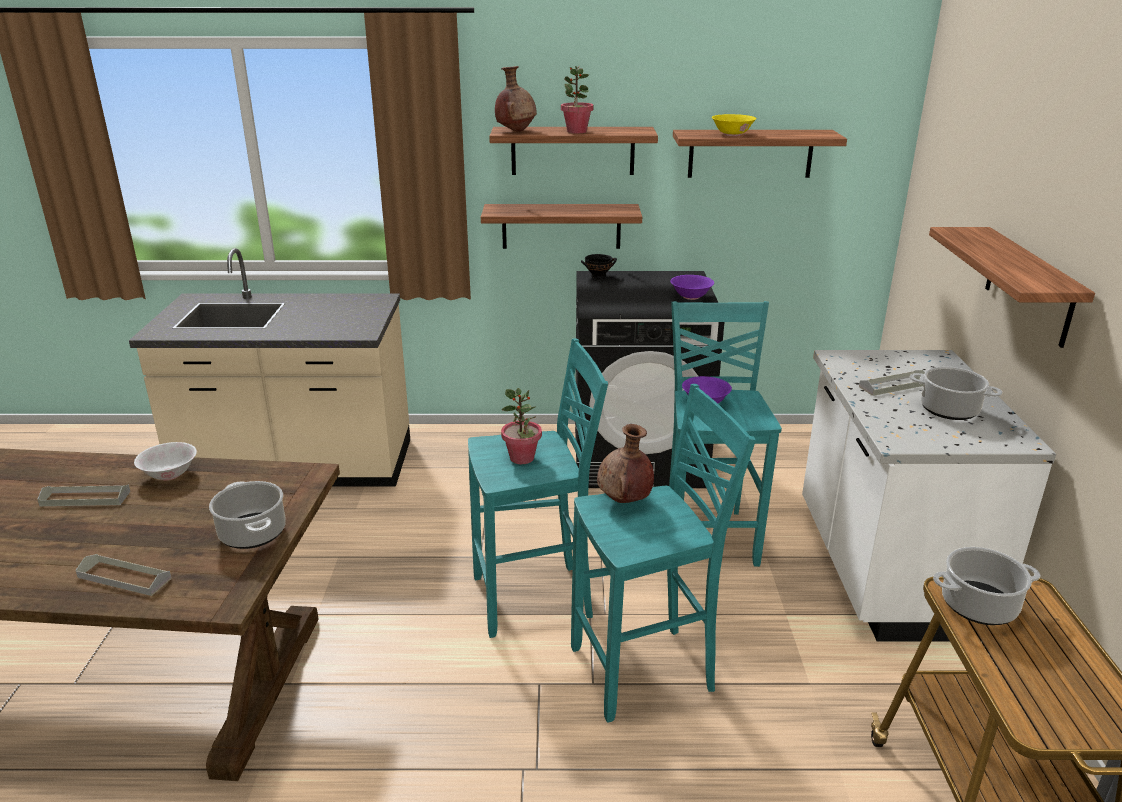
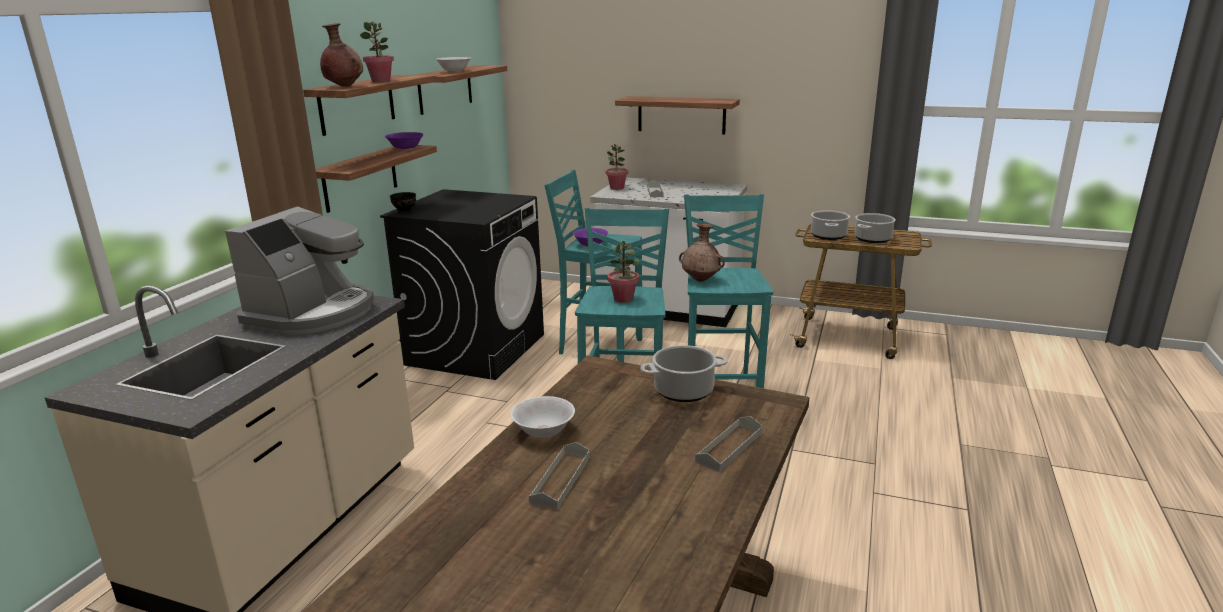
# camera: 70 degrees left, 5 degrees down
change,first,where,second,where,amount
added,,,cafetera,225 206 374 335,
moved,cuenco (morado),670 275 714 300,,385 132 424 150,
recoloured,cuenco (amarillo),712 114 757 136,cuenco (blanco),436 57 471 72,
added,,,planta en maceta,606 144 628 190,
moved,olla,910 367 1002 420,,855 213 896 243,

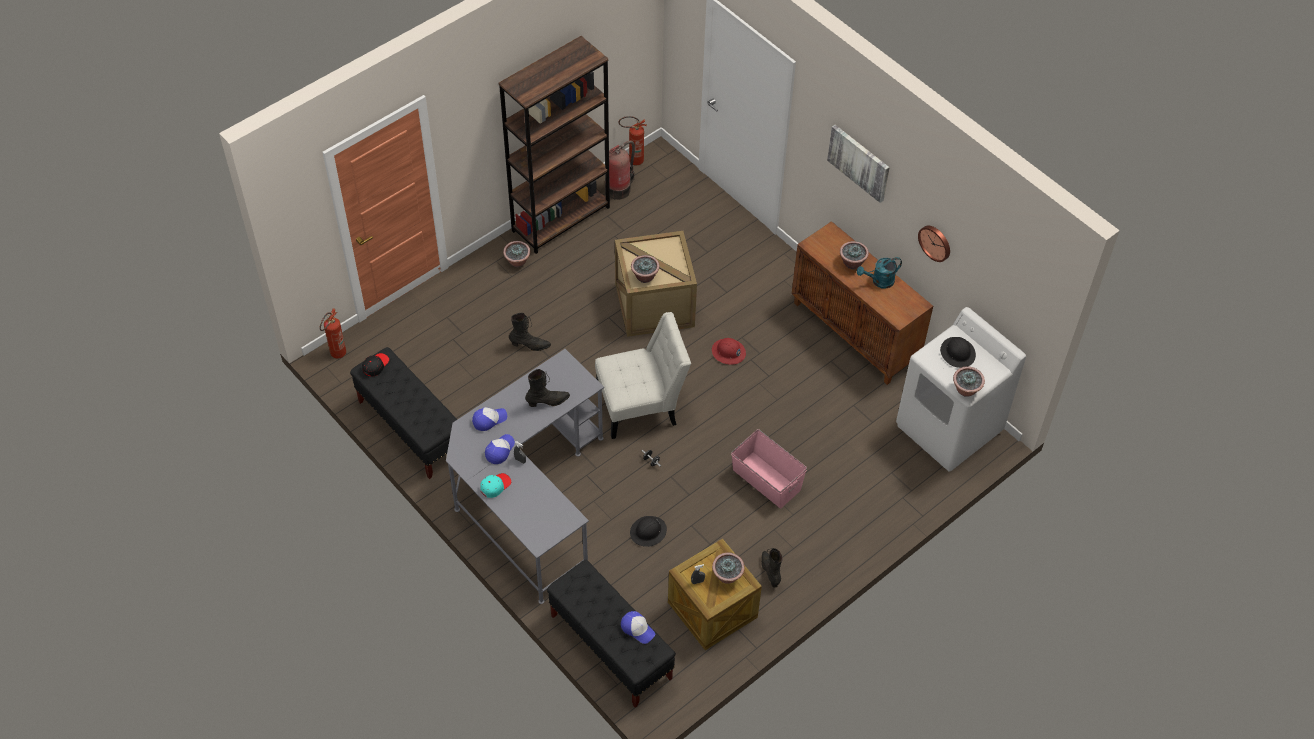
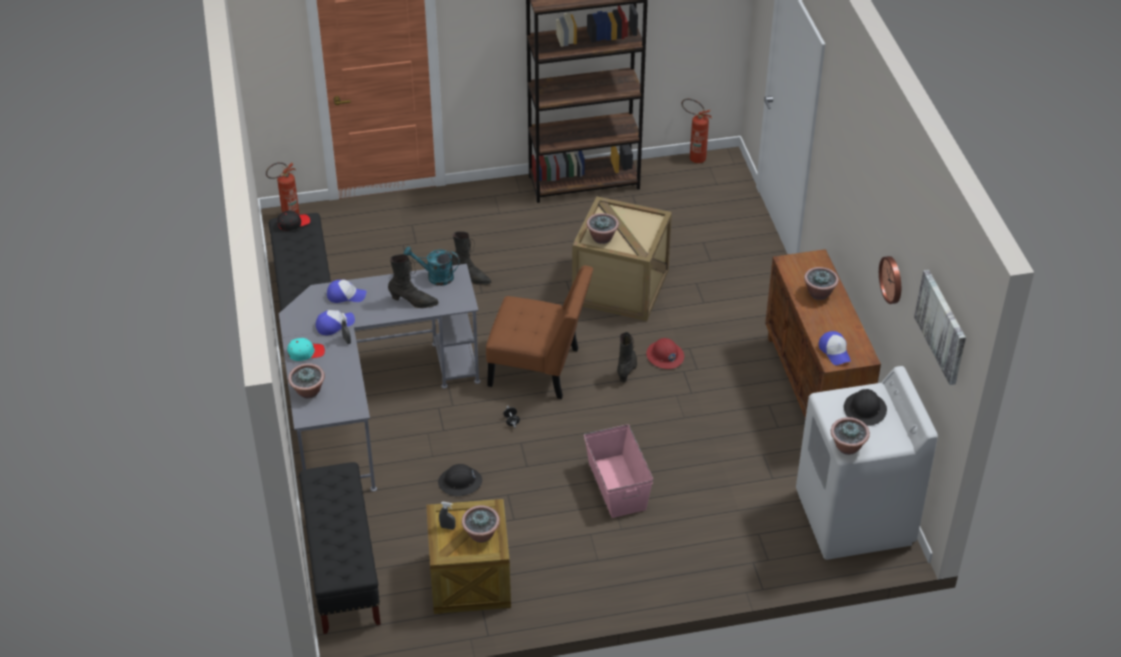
# camera: 30 degrees right, 10 degrees down
change,first,where,second,where,amount
moved,planta en maceta,503 241 530 267,,288 363 325 399,
moved,regadera (turquesa),857 257 902 289,,404 246 460 286,
recoloured,silla (blanco),595 312 691 439,silla (marrón),486 265 593 399,
moved,bota (negro),761 548 783 587,,617 332 637 382,
moved,gorra,621 611 655 644,,819 331 851 365,
moved,cuadro,827 125 890 203,,914 270 966 385,
removed,extintor,605 141 635 200,,,

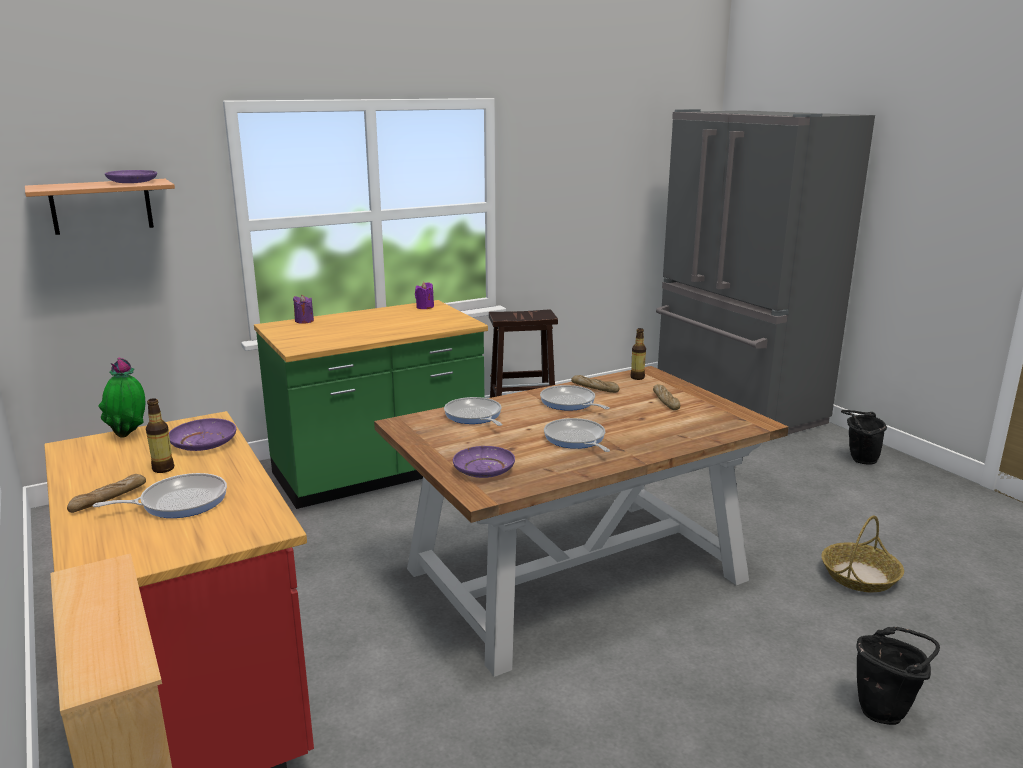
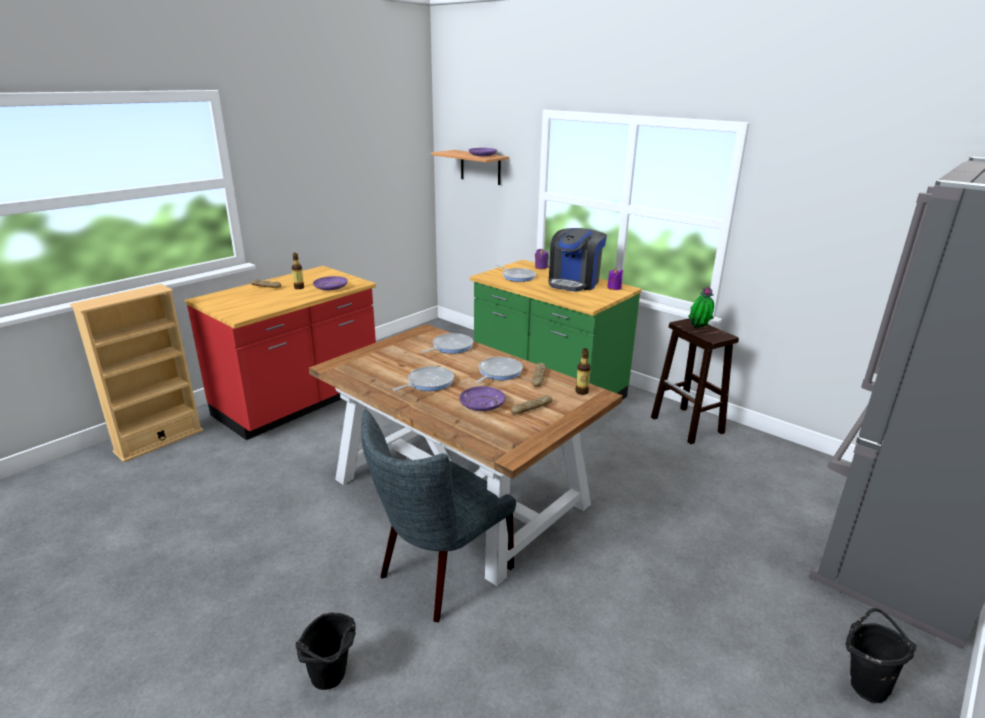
# camera: 70 degrees right, 5 degrees up
change,first,where,second,where,amount
added,,,silla (gris),361 410 516 622,
moved,plato (morado),453 446 515 478,,459 386 505 411,
moved,sartén,93 473 227 518,,495 264 536 282,
added,,,cafetera,549 228 607 292,
moved,planta en maceta,98 358 145 437,,688 286 714 329,
removed,cesta,822 515 904 592,,,

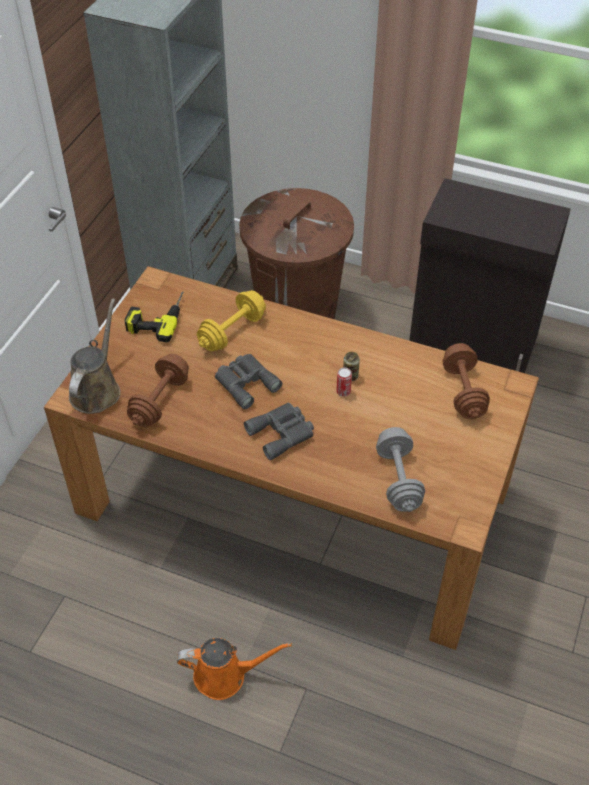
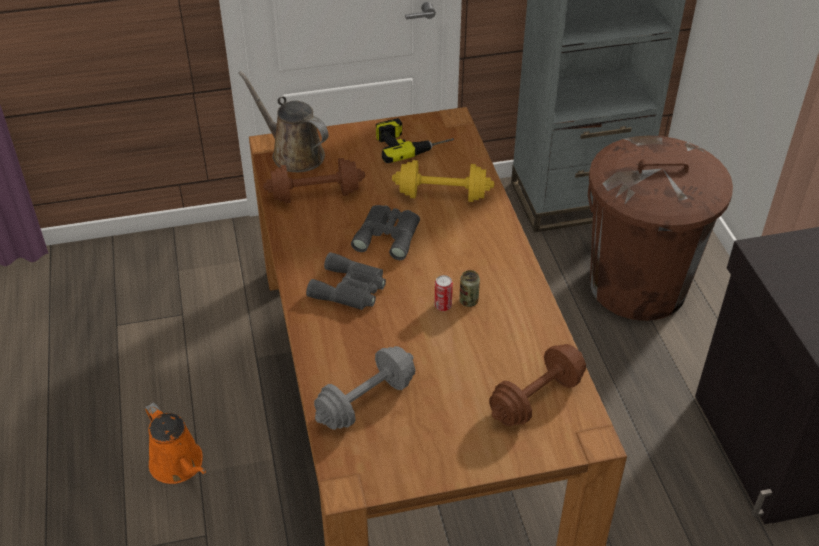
# camera: 55 degrees right, 5 degrees down
change,first,where,second,where,amount
turned,regadera (marrón),69 299 121 414,,238 71 329 172,120 degrees counterclockwise

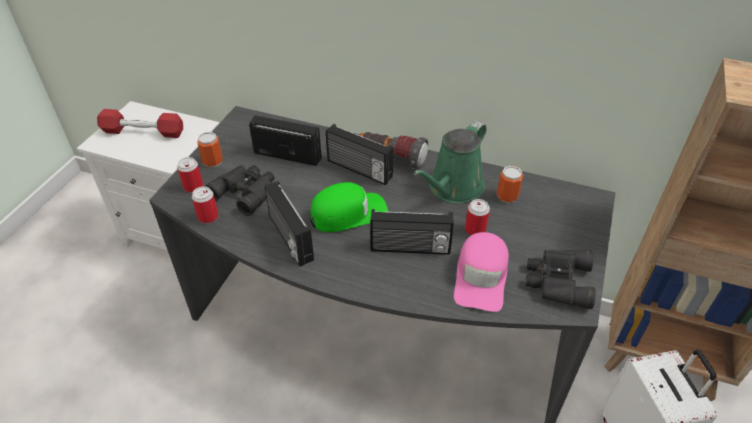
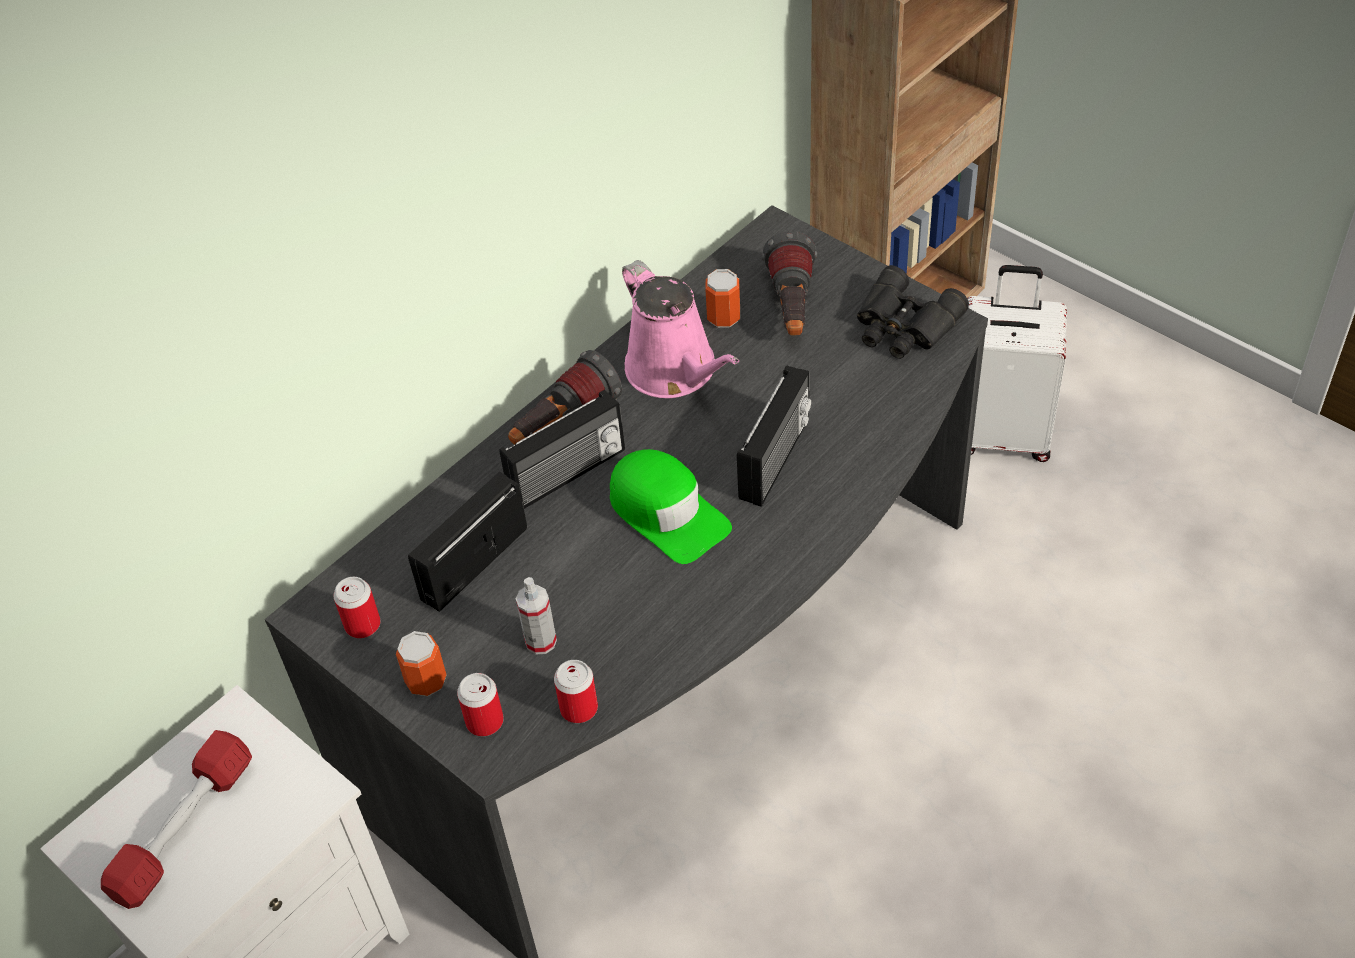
# camera: 65 degrees left, 5 degrees up
change,first,where,second,where,amount
moved,lata,465 199 490 235,,334 577 380 638,
replaced,prismáticos (negro),205 165 275 216,pulverizador,516 577 557 655,
turned,gorra (verde),310 182 388 232,,610 449 732 564,135 degrees clockwise
recoloured,regadera (verde),413 121 487 204,regadera (rosa),622 260 739 398,
added,,,linterna,762 231 817 336,
removed,radio,264 181 314 266,,,
removed,gorra (rosa),454 232 509 312,,,

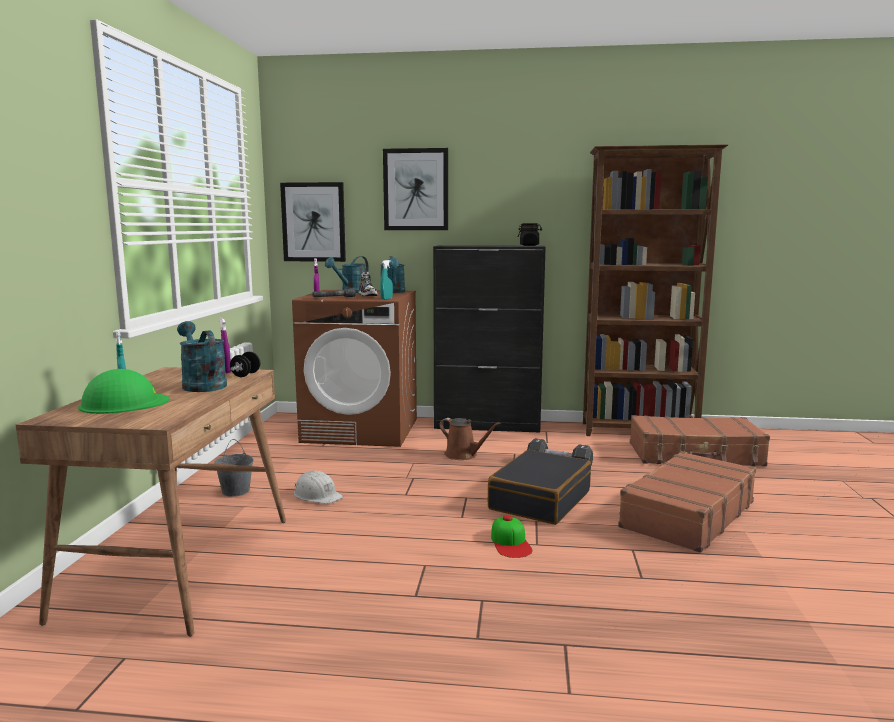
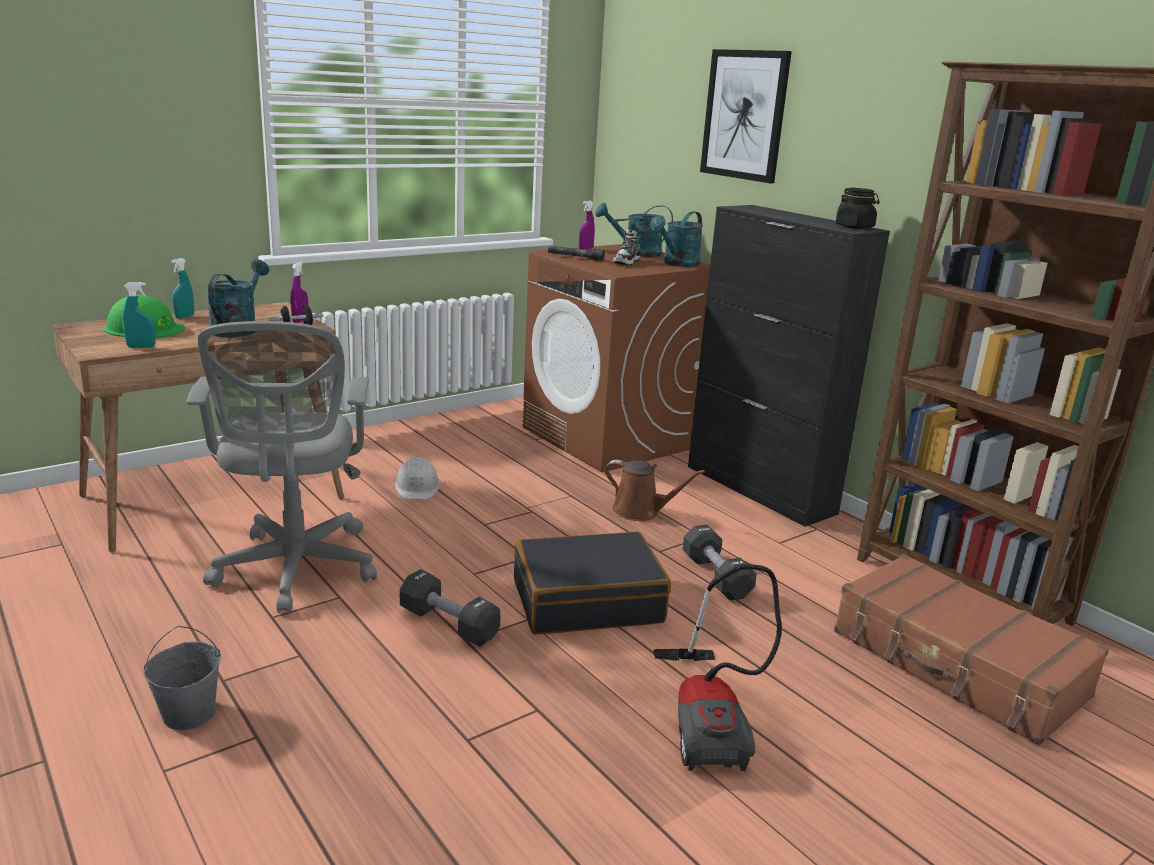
# camera: 45 degrees right, 10 degrees up
change,first,where,second,where,amount
moved,pulverizador (turquesa),380 260 393 300,,122 282 156 348,
moved,cubo (gris),214 439 254 497,,143 626 221 730,
added,,,silla de oficina (gris),187 321 377 613,
replaced,gorra,491 515 533 558,mancuerna (negro),400 569 500 647,
turned,regadera (marrón),439 418 500 460,,604 460 705 521,60 degrees counterclockwise
replaced,maleta (marrón),618 451 756 553,aspiradora,653 564 782 771,
removed,cuadro,280 182 346 262,,,

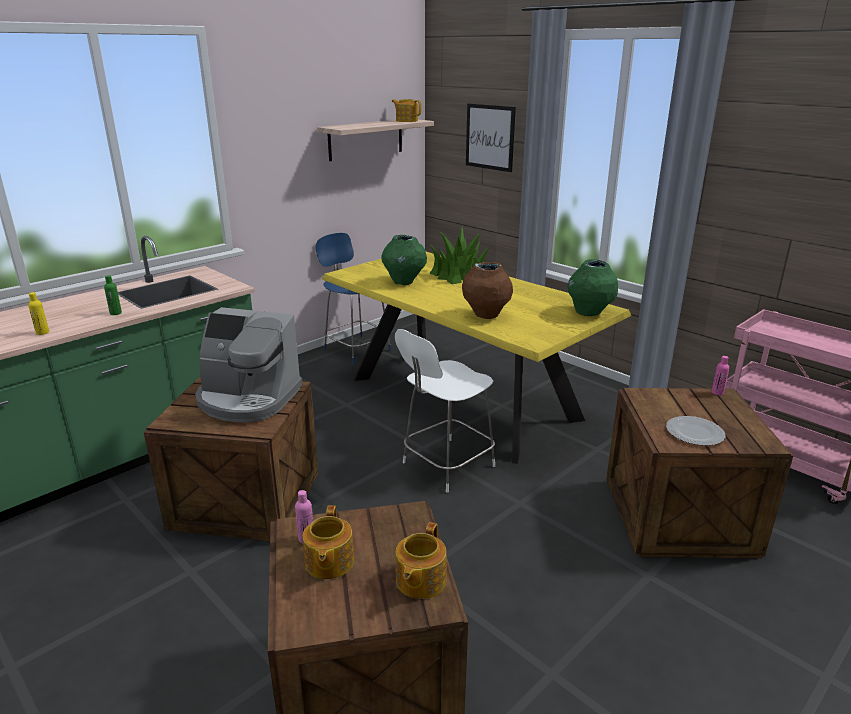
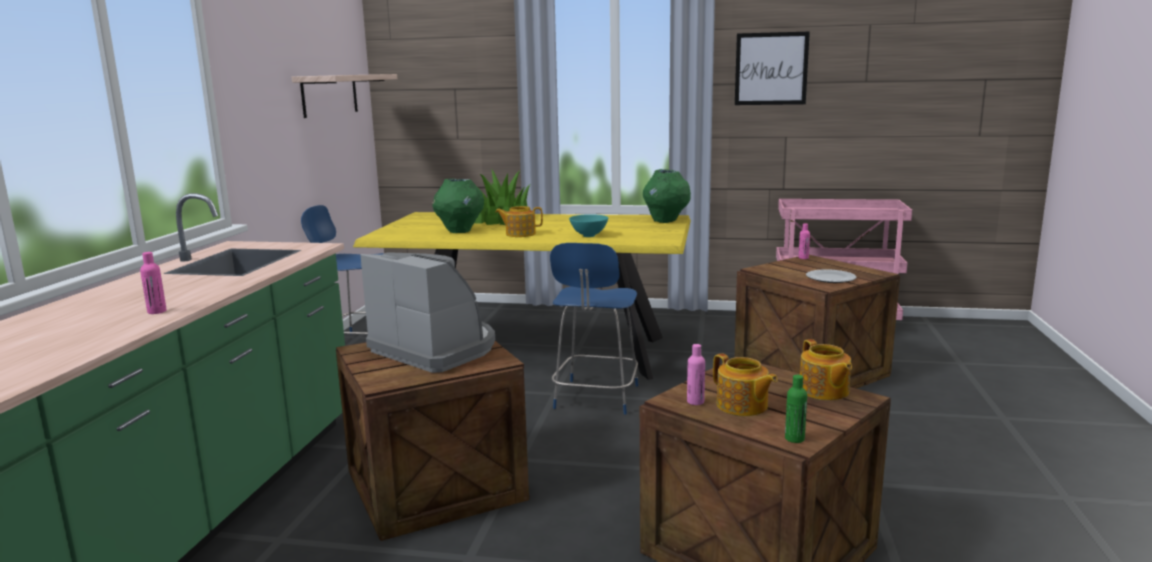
# camera: 35 degrees left, 10 degrees down
change,first,where,second,where,amount
recoloured,botella (amarillo),28 292 49 335,botella (rosa),140 252 167 314,
turned,cafetera,195 307 303 422,,361 252 495 373,120 degrees counterclockwise
moved,tetera,392 99 421 122,,496 206 543 237,
recoloured,silla (blanco),395 329 495 493,silla (azul),550 243 638 415,
replaced,florero (marrón),462 262 513 319,cuenco (turquesa),569 214 608 237,
moved,cuadro,466 103 516 172,,735 31 810 105,
moved,botella (verde),104 275 122 315,,785 375 807 443,

